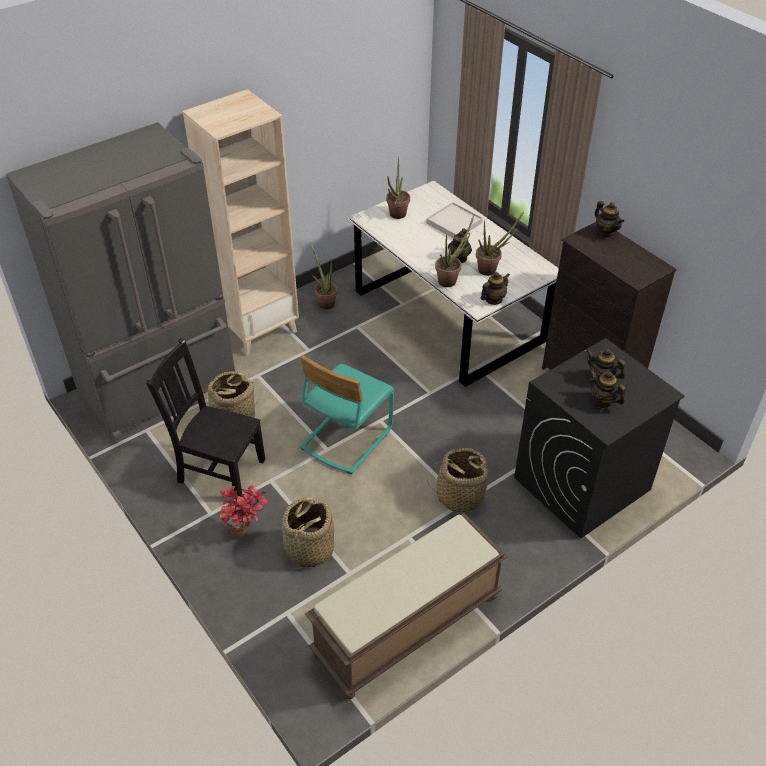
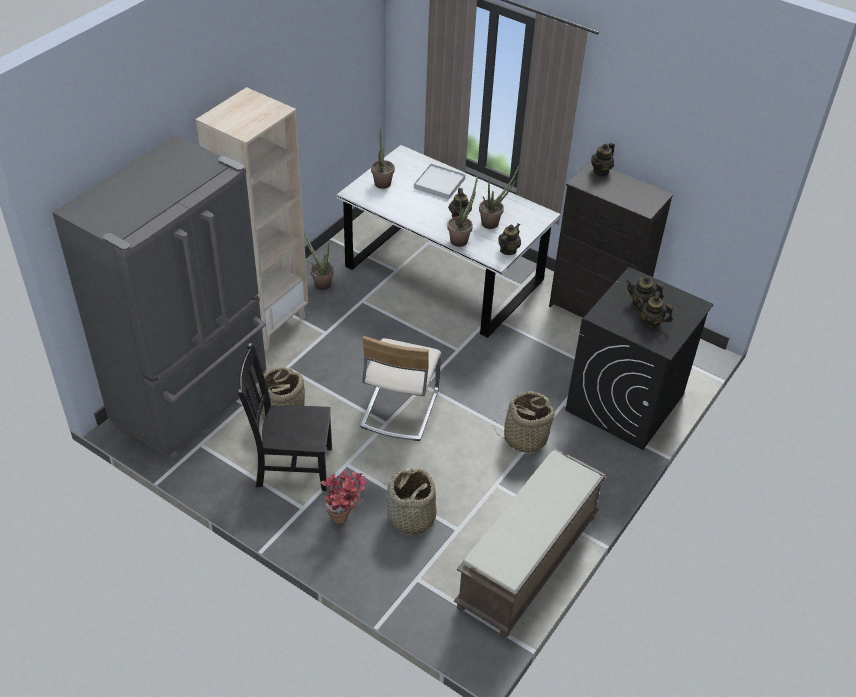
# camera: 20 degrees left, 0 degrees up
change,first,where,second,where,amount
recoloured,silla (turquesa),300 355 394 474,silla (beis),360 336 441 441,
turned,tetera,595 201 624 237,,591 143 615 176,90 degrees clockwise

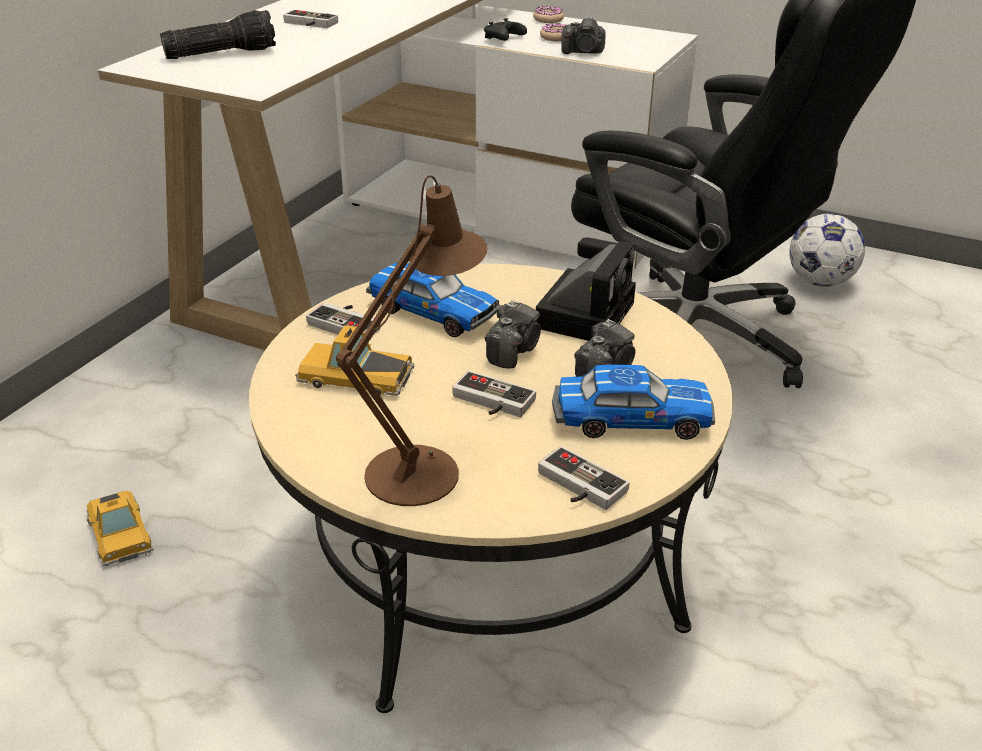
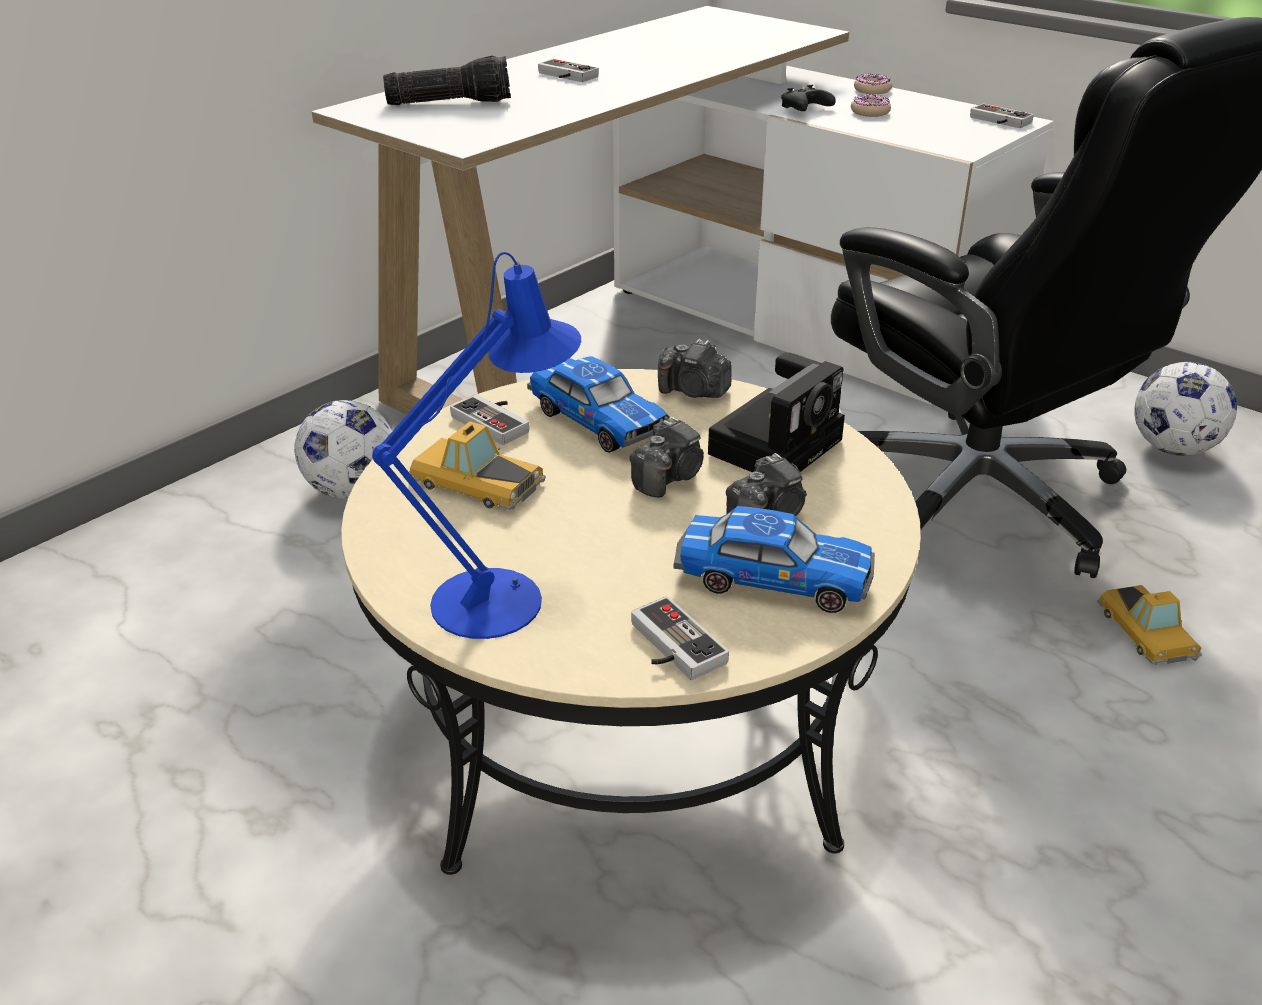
# camera: 15 degrees right, 0 degrees up
change,first,where,second,where,amount
added,,,balón de fútbol,294 400 392 499,
recoloured,lámpara de mesa (marrón),336 175 487 506,lámpara de mesa (azul),372 252 581 639,
moved,cámara,561 17 606 54,,658 339 732 398,
moved,mando de consola,452 371 536 417,,970 104 1034 128,
moved,coche de juguete,86 490 154 566,,1097 585 1202 665,

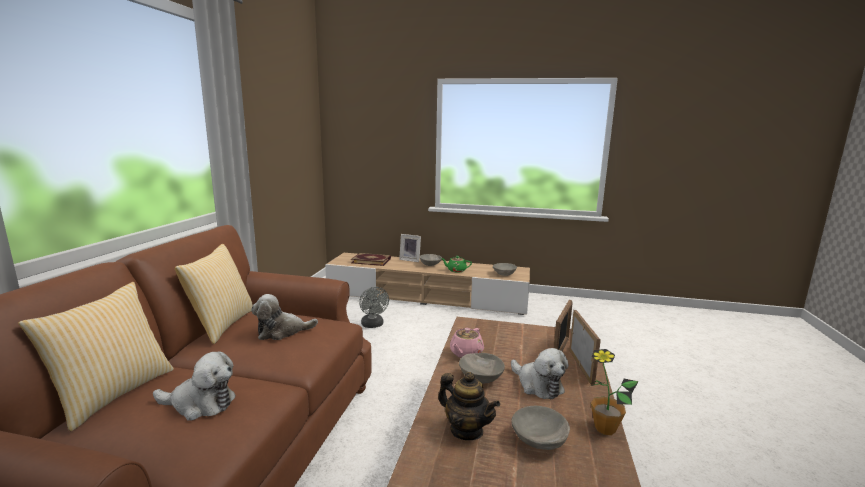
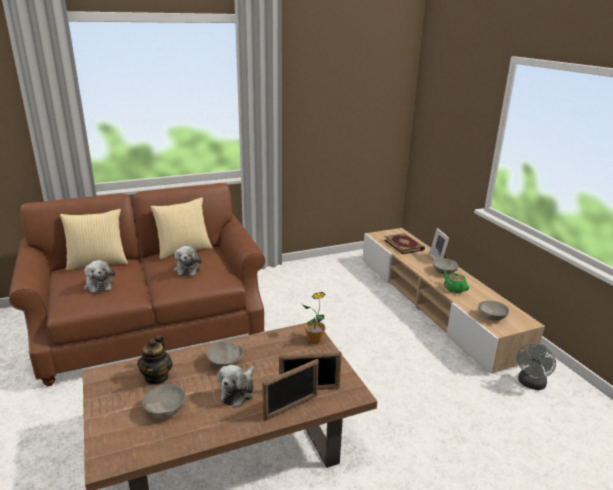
# camera: 55 degrees right, 10 degrees up
change,first,where,second,where,amount
turned,peluche,251 294 318 340,,174 246 202 276,135 degrees counterclockwise
moved,planta en maceta,591 349 639 435,,302 292 326 344,
moved,ventilador (gris),359 287 389 328,,517 344 556 390,
removed,tetera (rosa),450 328 484 358,,,

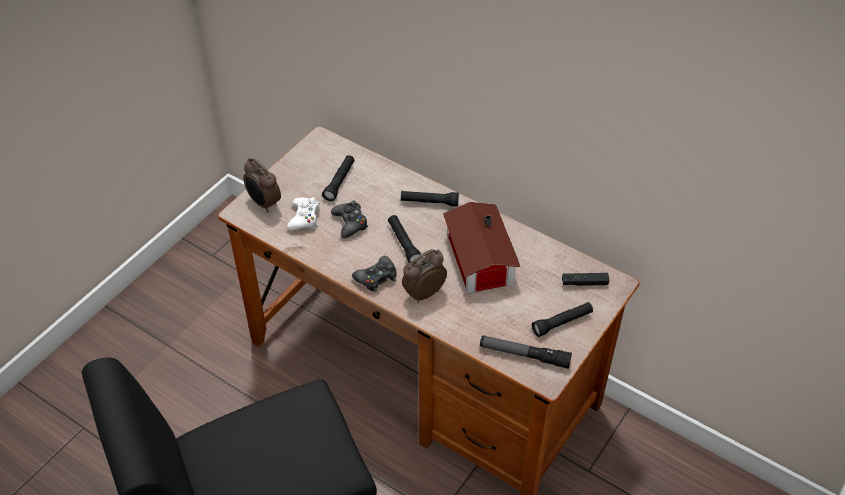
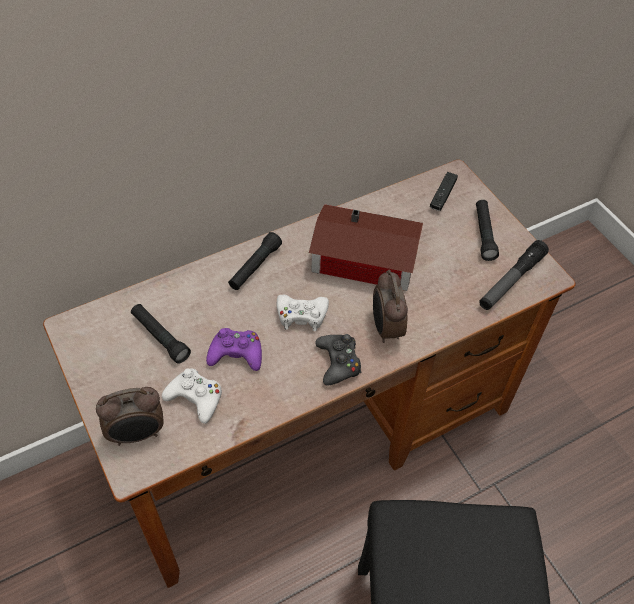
# camera: 65 degrees left, 5 degrees up
change,first,where,second,where,amount
recoloured,mando de consola (negro),331 201 368 238,mando de consola (morado),206 328 262 371,
replaced,linterna (negro),388 215 422 263,mando de consola (blanco),277 295 329 331,

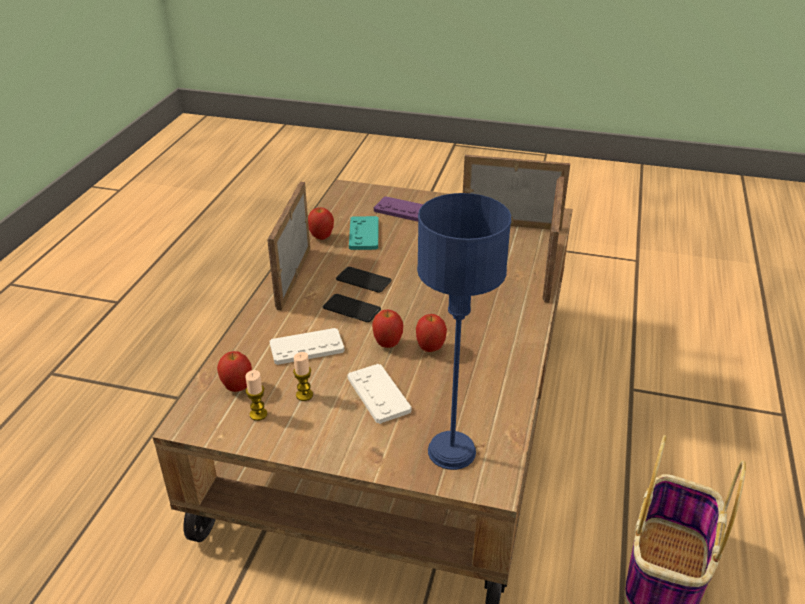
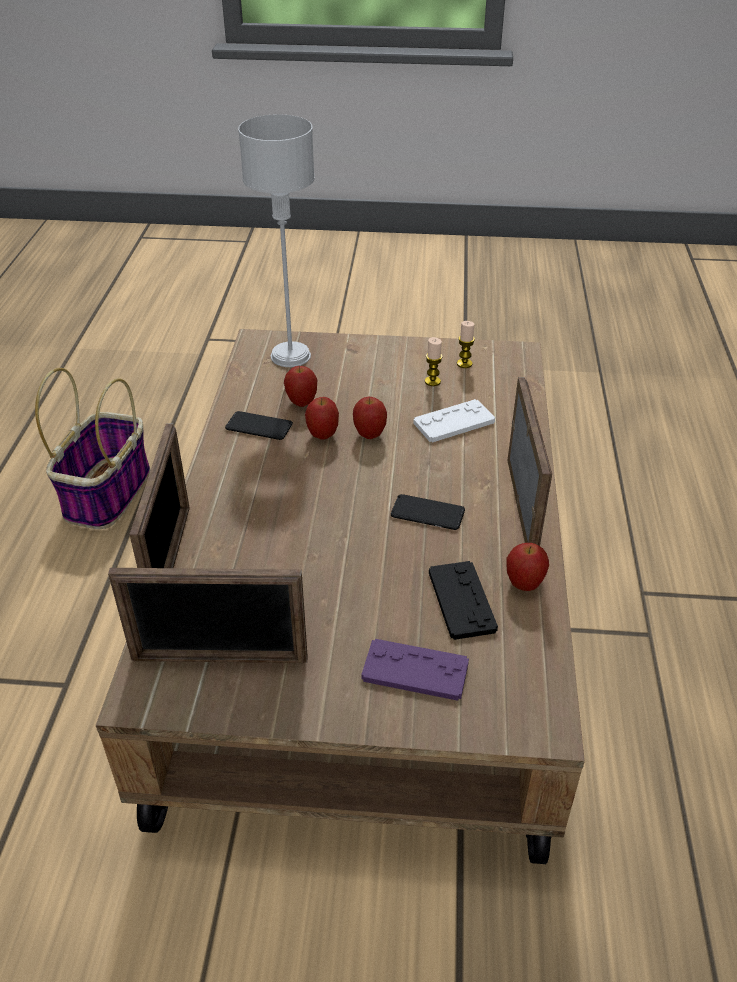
# camera: 170 degrees right, 5 degrees up
change,first,where,second,where,amount
moved,móvil,323 294 381 322,,225 411 293 440,
recoloured,lámpara de mesa (azul),417 193 511 470,lámpara de mesa (gris),238 114 315 367,
moved,manzana,217 351 252 392,,284 366 317 407,
recoloured,mando de consola (turquesa),349 216 379 250,mando de consola (negro),429 561 498 640,
removed,mando de consola (blanco),347 364 412 424,,,

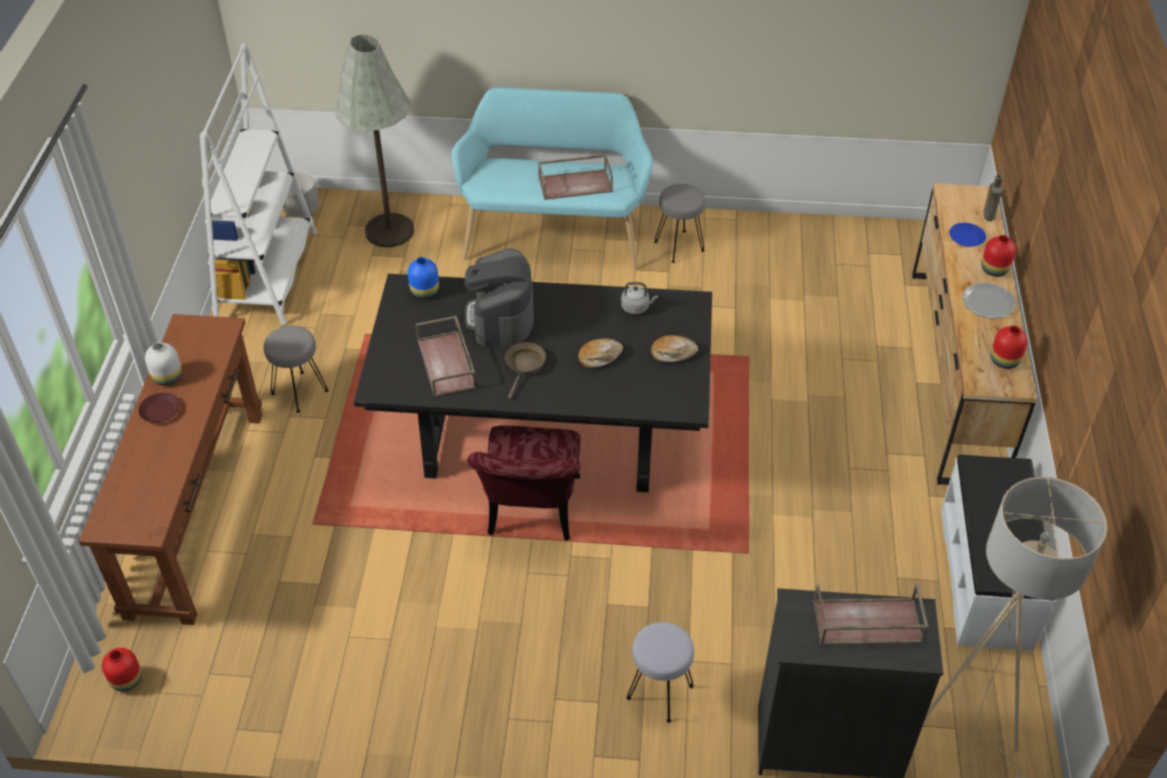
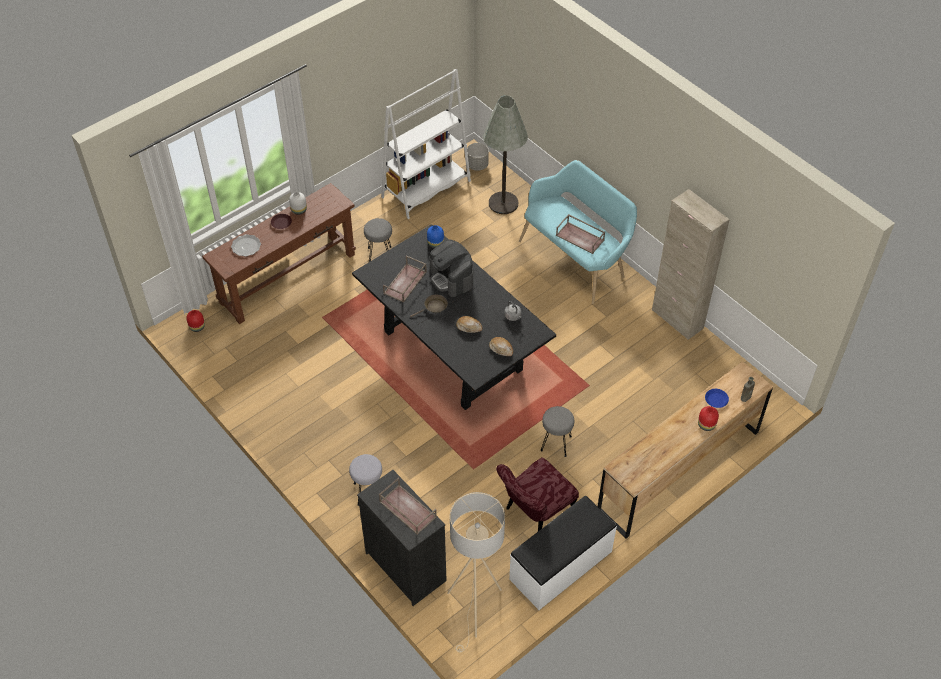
# camera: 45 degrees right, 5 degrees up
change,first,where,second,where,amount
moved,plato,962 282 1016 319,,231 234 261 257,
turned,cafetera,464 248 534 346,,430 240 473 297,75 degrees counterclockwise
moved,silla (rojo),468 425 581 541,,496 457 579 531,
moved,taburete (gris),654 184 705 263,,540 406 574 457,
added,,,armario (beis),652 189 730 340,
removed,florero (rojo),991 326 1028 369,,,

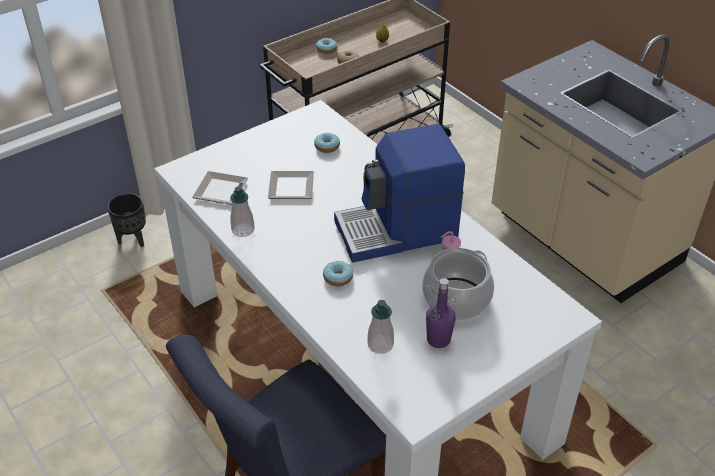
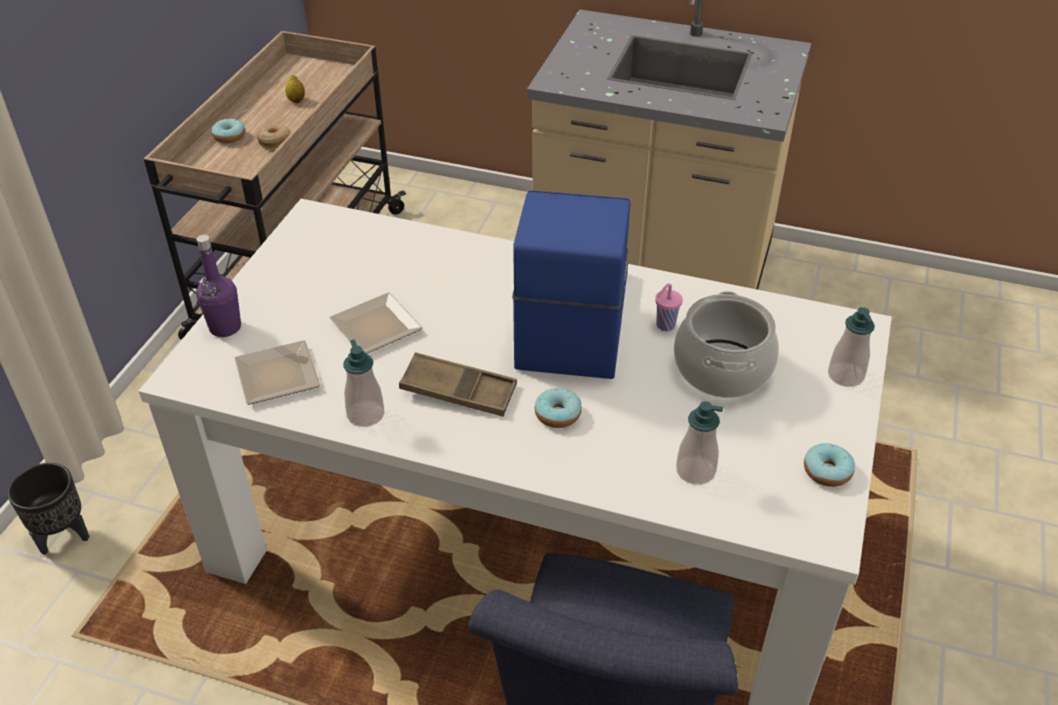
# camera: 35 degrees left, 0 degrees up
change,first,where,second,where,amount
moved,botella (morado),426 278 456 348,,196 235 241 337,
added,,,bandeja (marrón),399 352 517 417,
turned,cafetera,334 124 465 263,,512 190 631 379,150 degrees clockwise
moved,rosquilla,314 133 340 153,,804 443 855 487,
added,,,dispensador de jabón,828 307 875 387,

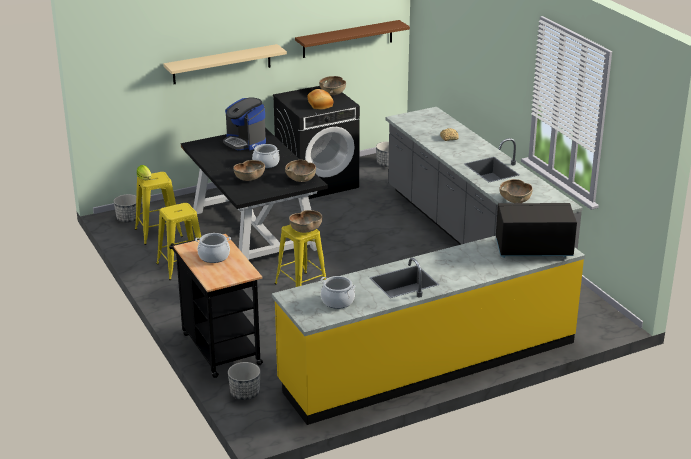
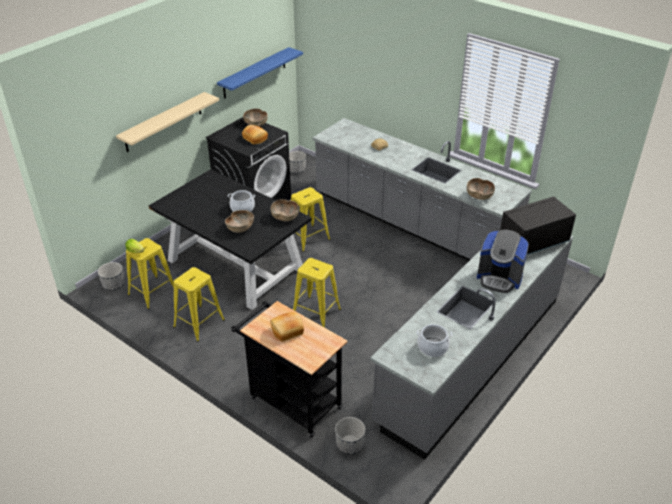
# camera: 25 degrees left, 10 degrees up
change,first,where,second,where,amount
recoloured,estante (marrón),295 20 410 58,estante (azul),217 47 303 99,
replaced,olla,195 233 231 263,pan,270 312 304 342,
added,,,taburete (amarillo),291 187 330 252,
recoloured,mueble bajo de cocina (amarillo),272 236 585 425,mueble bajo de cocina (gris),370 236 573 460,
moved,cafetera,223 98 266 150,,477 230 529 293,
removed,cuenco (marrón),289 210 323 233,,,

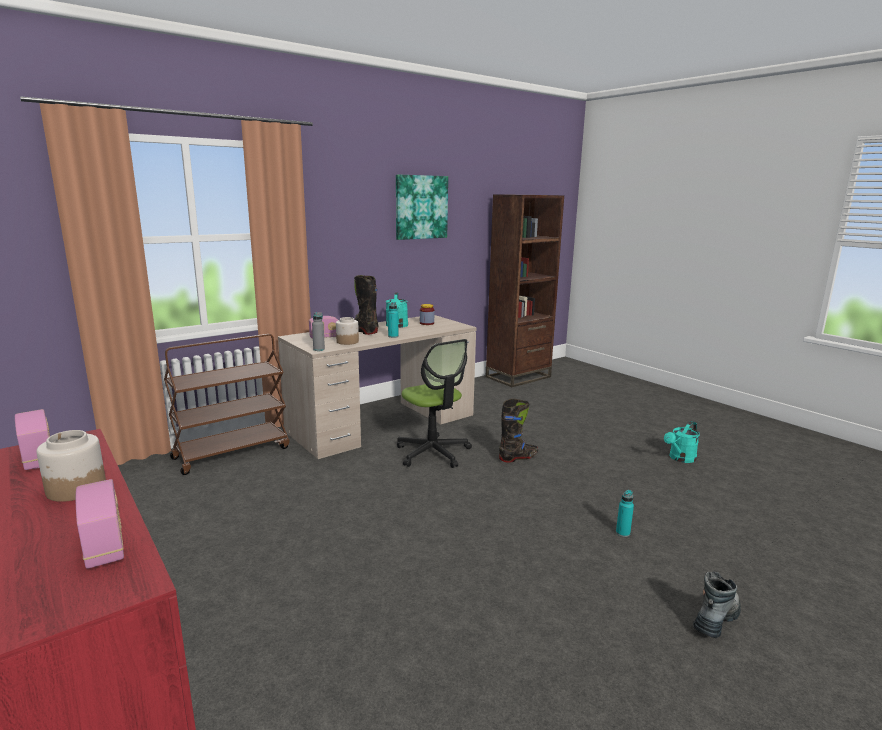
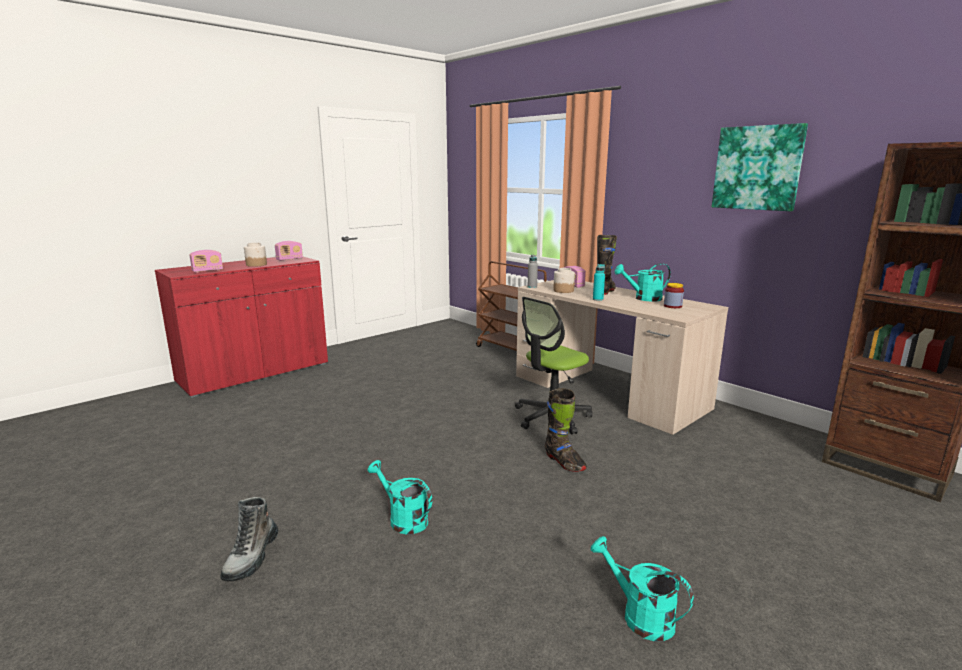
# camera: 85 degrees right, 0 degrees up
change,first,where,second,where,amount
turned,bota,693 571 741 638,,220 497 279 582,60 degrees clockwise
replaced,botella (turquesa),616 490 634 537,regadera (turquesa),368 460 432 534,

